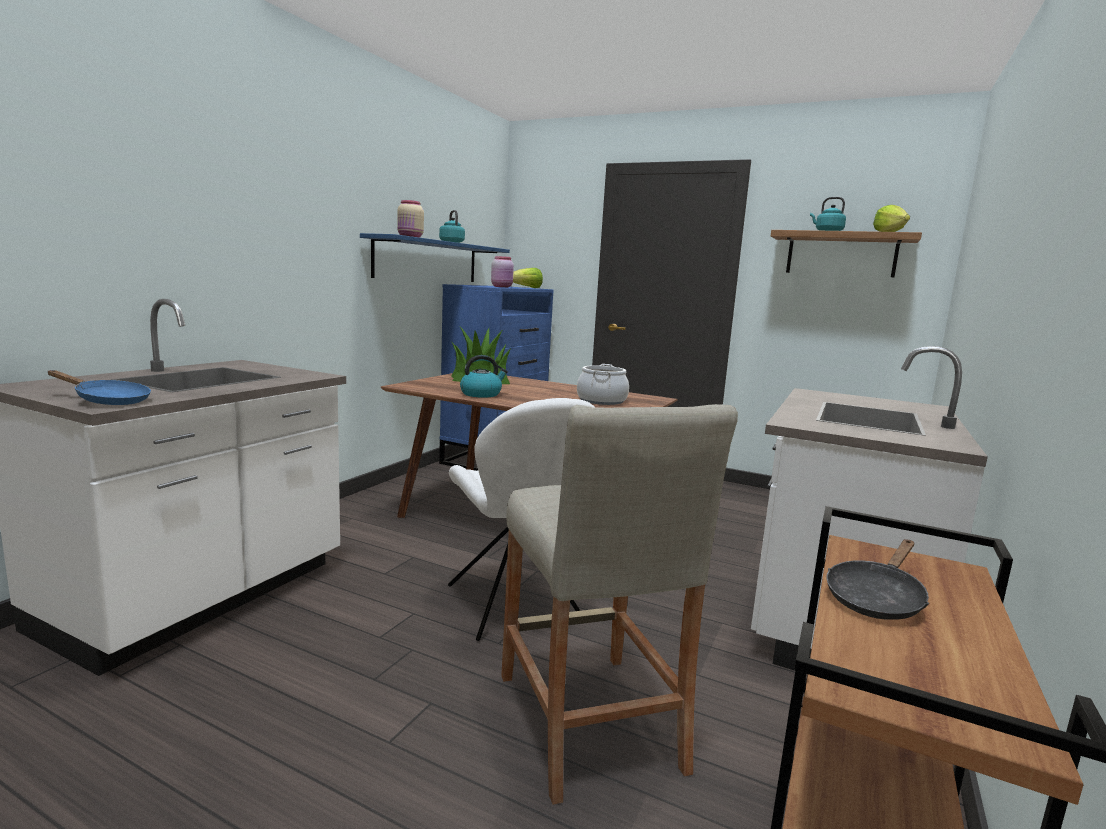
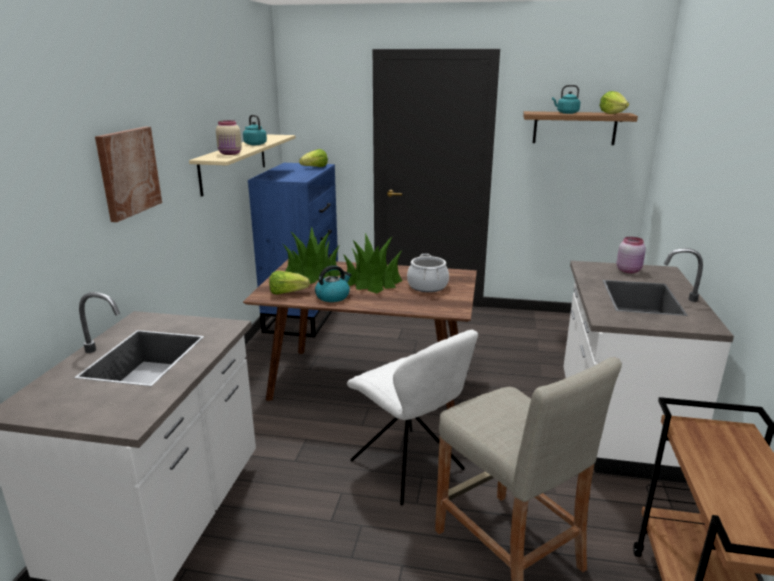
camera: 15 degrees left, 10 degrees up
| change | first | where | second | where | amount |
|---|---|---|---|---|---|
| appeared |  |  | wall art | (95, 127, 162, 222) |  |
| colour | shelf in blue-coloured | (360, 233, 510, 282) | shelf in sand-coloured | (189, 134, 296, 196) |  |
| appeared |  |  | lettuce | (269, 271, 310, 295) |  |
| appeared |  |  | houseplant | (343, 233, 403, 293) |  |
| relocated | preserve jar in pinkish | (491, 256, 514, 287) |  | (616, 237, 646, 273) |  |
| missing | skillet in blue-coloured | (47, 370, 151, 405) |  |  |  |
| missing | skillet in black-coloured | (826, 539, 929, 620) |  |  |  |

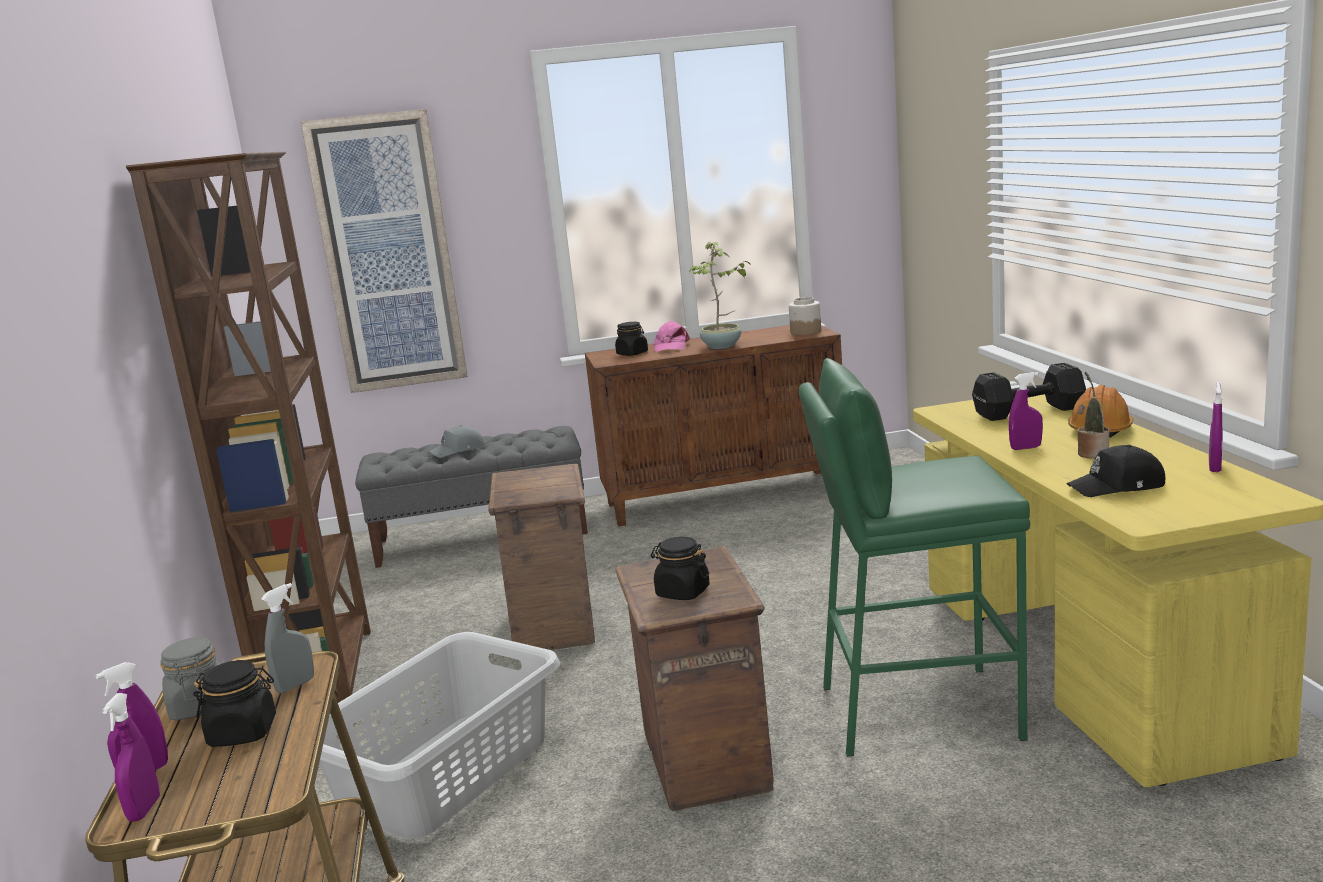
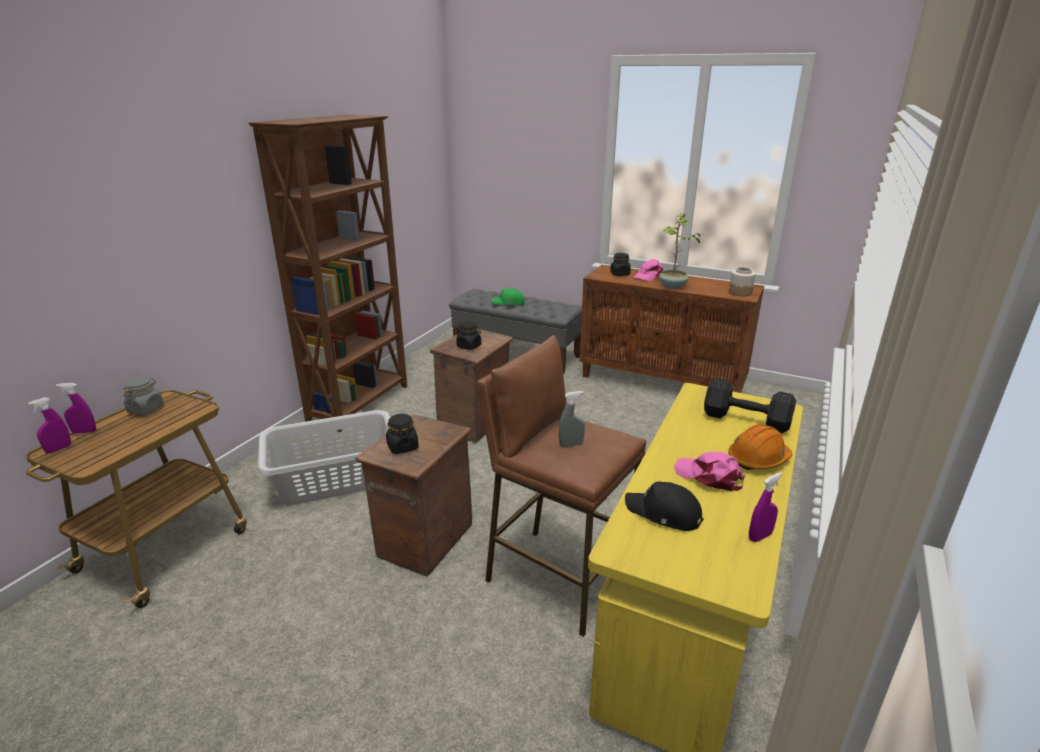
camera: 35 degrees right, 10 degrees up
| change | first | where | second | where | amount |
|---|---|---|---|---|---|
| relocated | preserve jar in black-coloured | (193, 660, 276, 747) |  | (456, 322, 481, 350) |  |
| colour | sitting stool in greenish | (798, 358, 1030, 757) | sitting stool in brown | (476, 335, 646, 637) |  |
| colour | peaked cap in grey | (429, 425, 484, 458) | peaked cap in greenish | (491, 288, 525, 305) |  |
| relocated | sprayer in grey | (261, 583, 314, 693) |  | (559, 391, 585, 447) |  |
| exchanged | houseplant | (1077, 372, 1109, 459) | peaked cap in pinkish | (674, 452, 745, 491) |  |
| missing | wall art | (301, 109, 468, 393) |  |  |  |
| missing | sprayer in purple | (1009, 372, 1043, 450) |  |  |  |

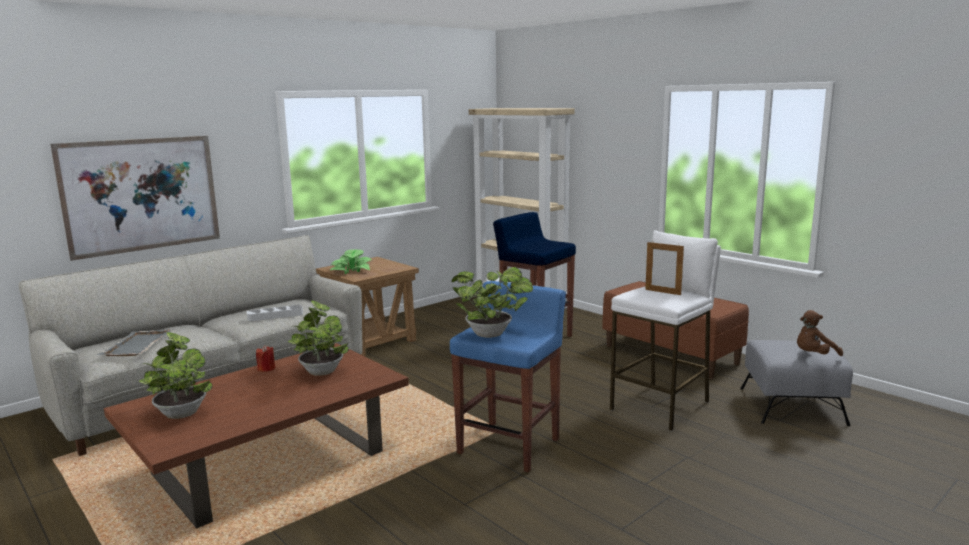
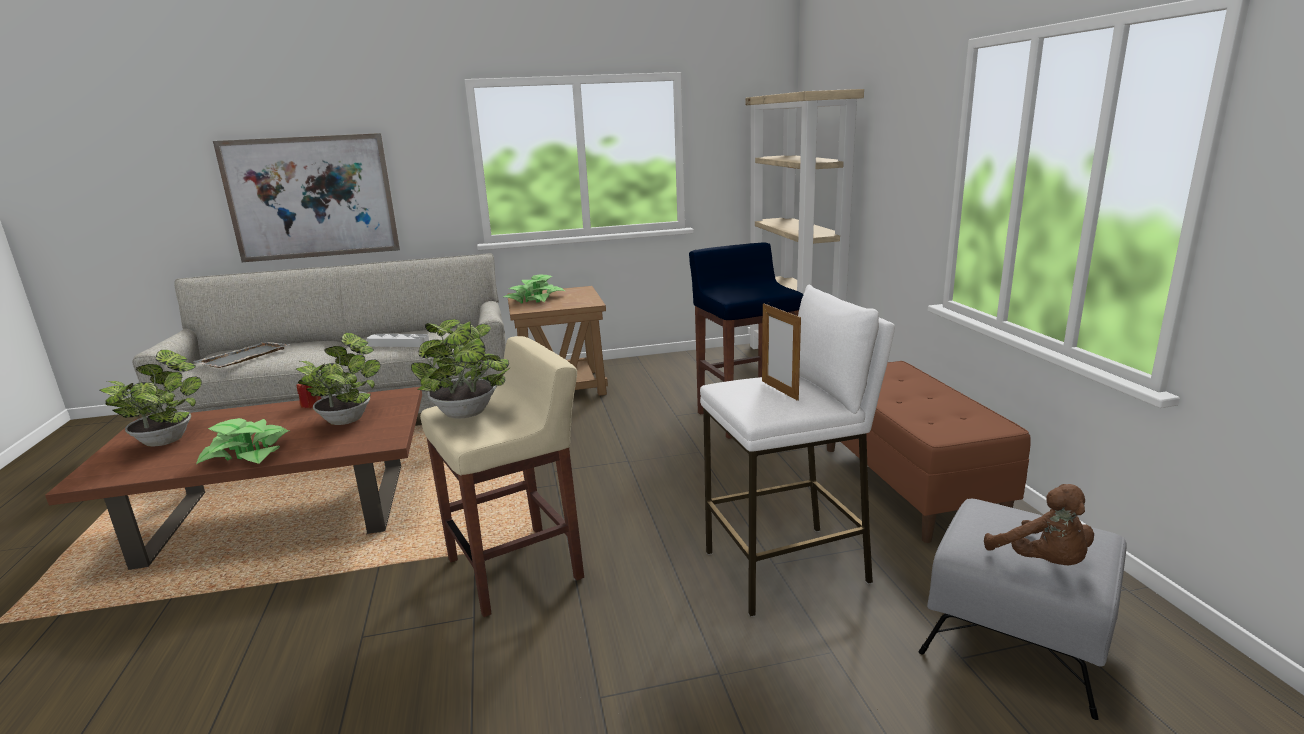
camera: 30 degrees right, 5 degrees up
| change | first | where | second | where | amount |
|---|---|---|---|---|---|
| appeared |  |  | houseplant | (196, 418, 289, 464) |  |
| colour | sitting stool in blue-coloured | (450, 281, 566, 472) | sitting stool in sand-coloured | (420, 336, 584, 617) |  |
| spun | cuddly toy in brown | (797, 310, 843, 356) |  | (984, 484, 1094, 565) | 120 degrees counterclockwise |

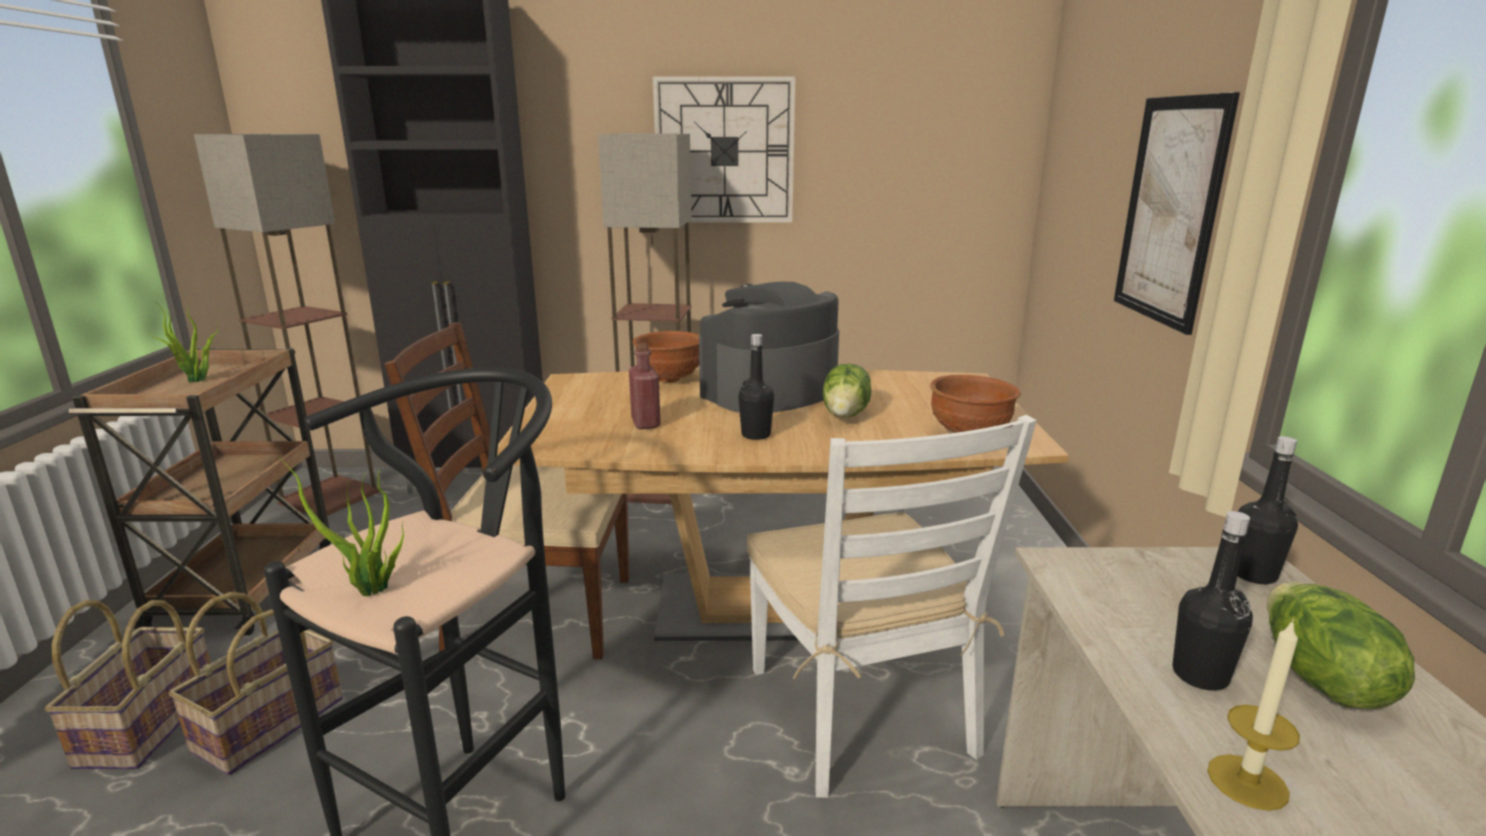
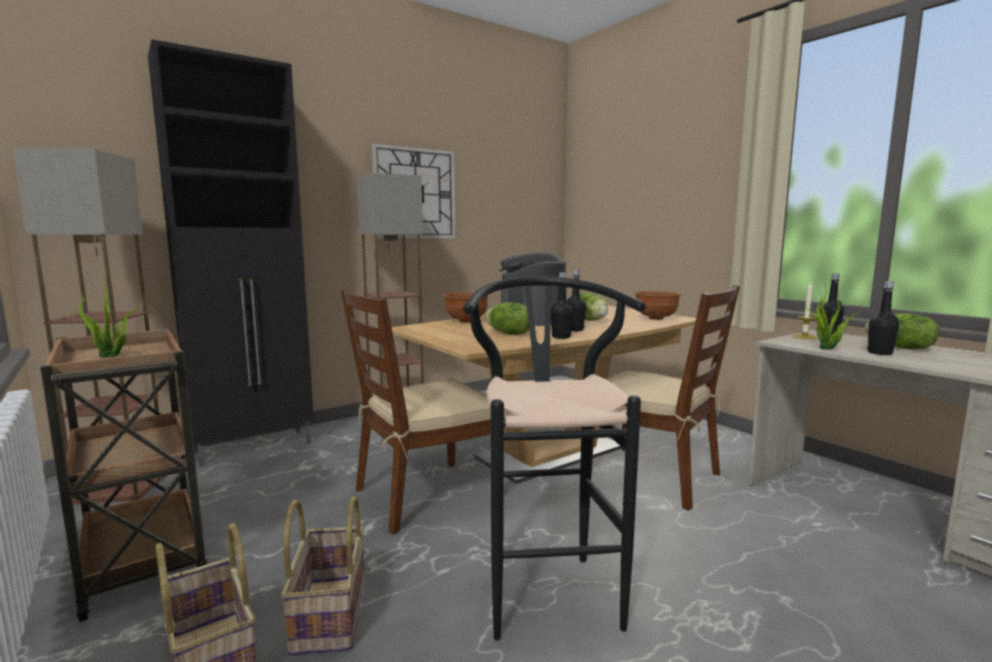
camera: 35 degrees left, 10 degrees down
| change | first | where | second | where | amount |
|---|---|---|---|---|---|
| exchanged | bottle in red-coloured | (629, 342, 661, 429) | lettuce | (485, 302, 529, 335) |  |
| appeared |  |  | bottle in black-coloured | (551, 272, 573, 339) |  |
| colour | upright chair in white-coloured | (747, 415, 1037, 798) | upright chair in brown | (591, 285, 740, 511) |  |
| relocated | wax candle | (1207, 619, 1300, 811) |  | (793, 281, 817, 339) |  |
| relocated | houseplant | (278, 457, 404, 596) |  | (805, 285, 862, 350) |  |
| missing | wall art | (1114, 92, 1240, 335) |  |  |  |

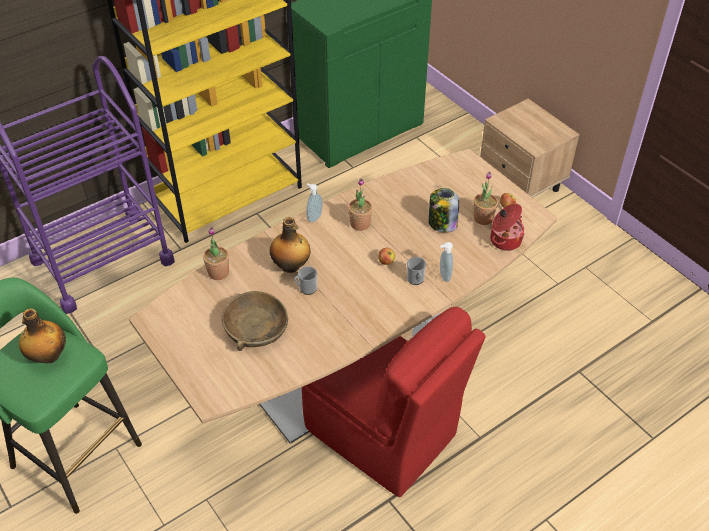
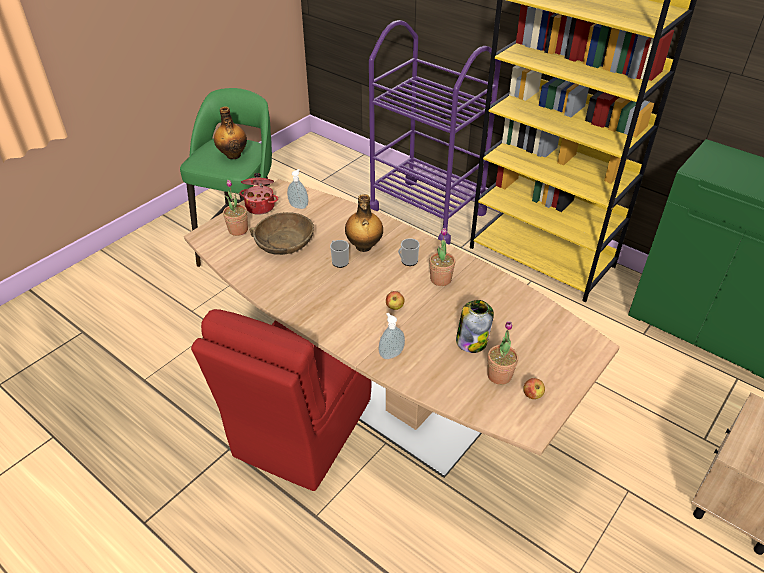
camera: 75 degrees right, 5 degrees down
| change | first | where | second | where | amount |
|---|---|---|---|---|---|
| relocated | houseplant | (203, 227, 229, 280) |  | (223, 180, 248, 236) |  |
| relocated | cooking pot | (490, 204, 525, 251) |  | (240, 173, 278, 215) |  |
| relocated | soap dispenser | (306, 183, 323, 223) |  | (287, 169, 308, 209) |  |
| relocated | mug | (407, 257, 426, 285) |  | (398, 238, 420, 266) |  |

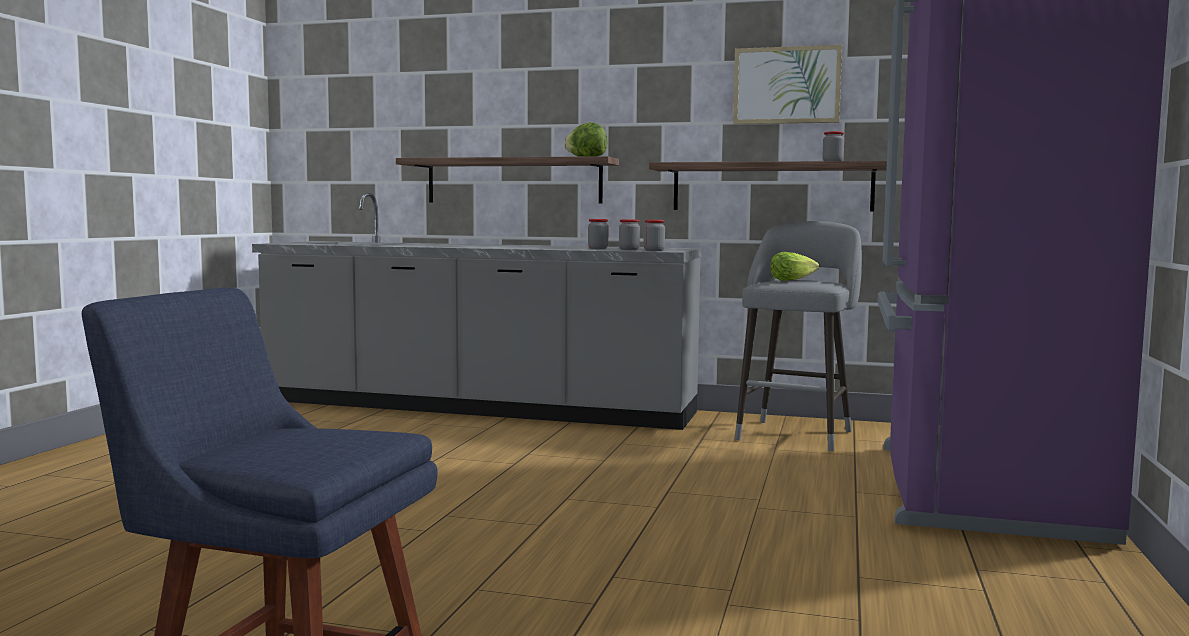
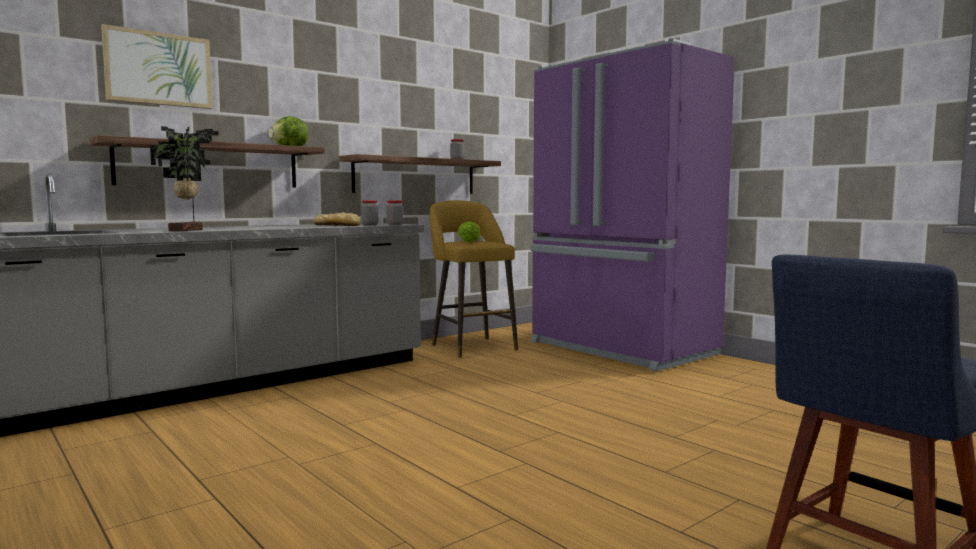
camera: 55 degrees left, 0 degrees up
| change | first | where | second | where | amount |
|---|---|---|---|---|---|
| relocated | wall art | (733, 45, 842, 124) |  | (101, 24, 212, 109) |  |
| appeared |  |  | houseplant | (150, 126, 219, 231) |  |
| exchanged | preserve jar | (588, 219, 609, 249) | bread | (313, 212, 361, 226) |  |
| colour | sitting stool in grey | (735, 221, 862, 451) | sitting stool in yellow-coloured | (430, 200, 518, 358) |  |

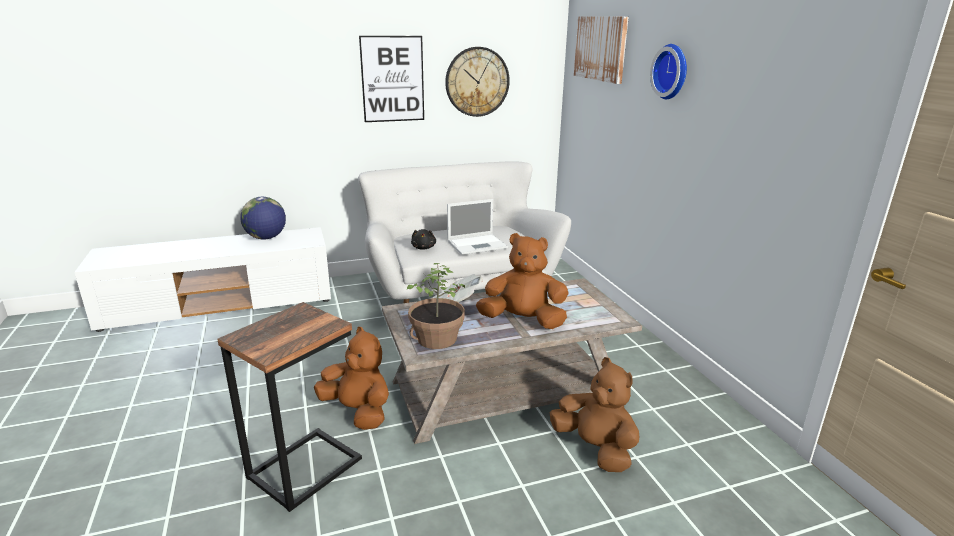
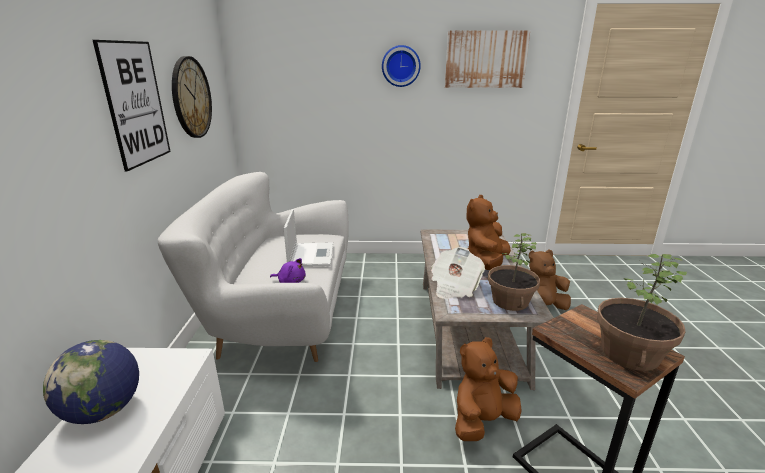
camera: 70 degrees left, 0 degrees up
| change | first | where | second | where | amount |
|---|---|---|---|---|---|
| colour | cuddly toy in black-coloured | (411, 229, 436, 250) | cuddly toy in purple | (270, 258, 306, 283) |  |
| relocated | wall art | (574, 17, 629, 84) |  | (445, 30, 530, 88) |  |
| appeared |  |  | houseplant | (597, 254, 687, 371) |  |

